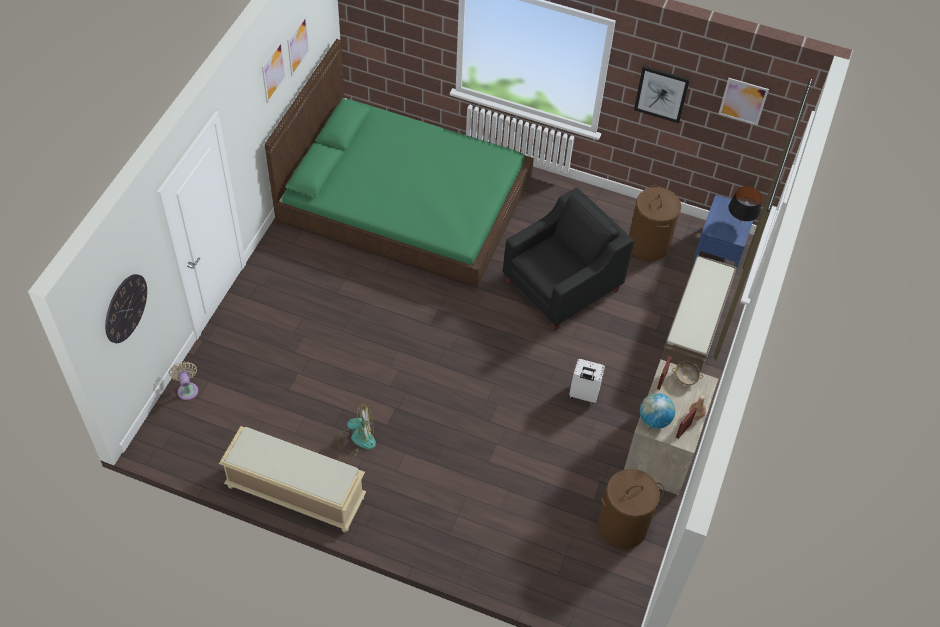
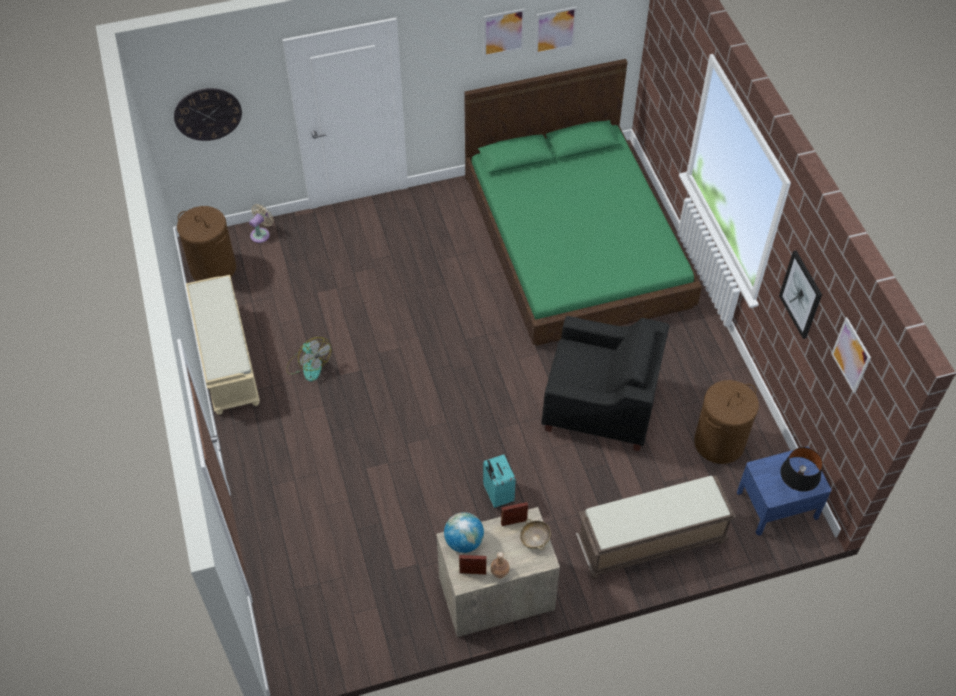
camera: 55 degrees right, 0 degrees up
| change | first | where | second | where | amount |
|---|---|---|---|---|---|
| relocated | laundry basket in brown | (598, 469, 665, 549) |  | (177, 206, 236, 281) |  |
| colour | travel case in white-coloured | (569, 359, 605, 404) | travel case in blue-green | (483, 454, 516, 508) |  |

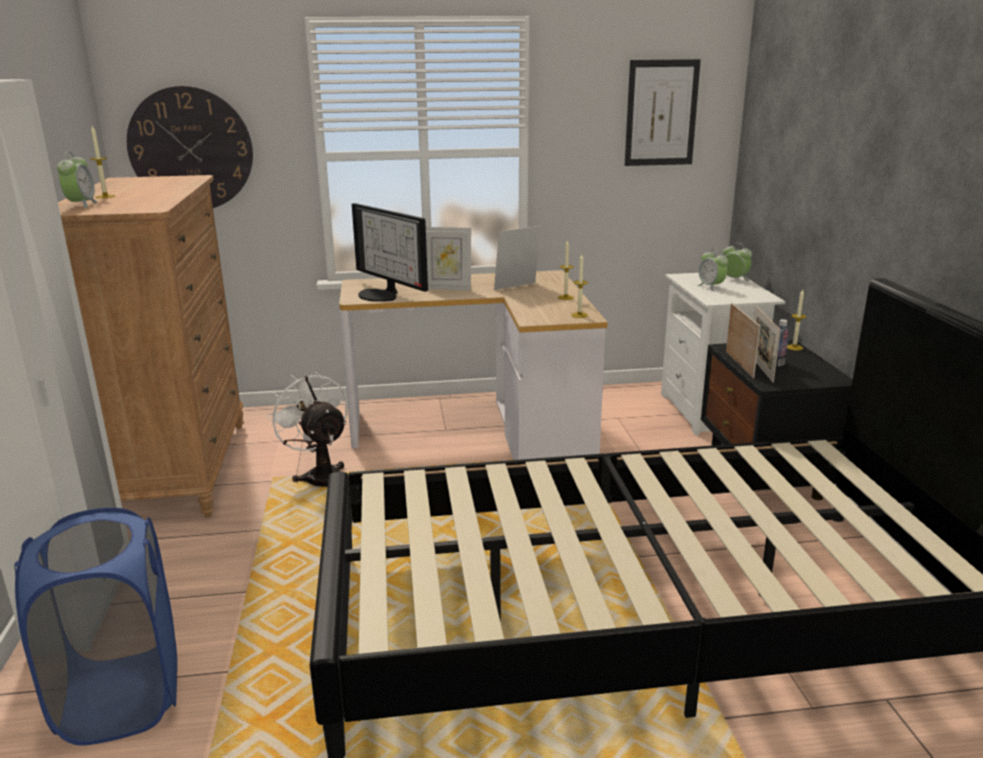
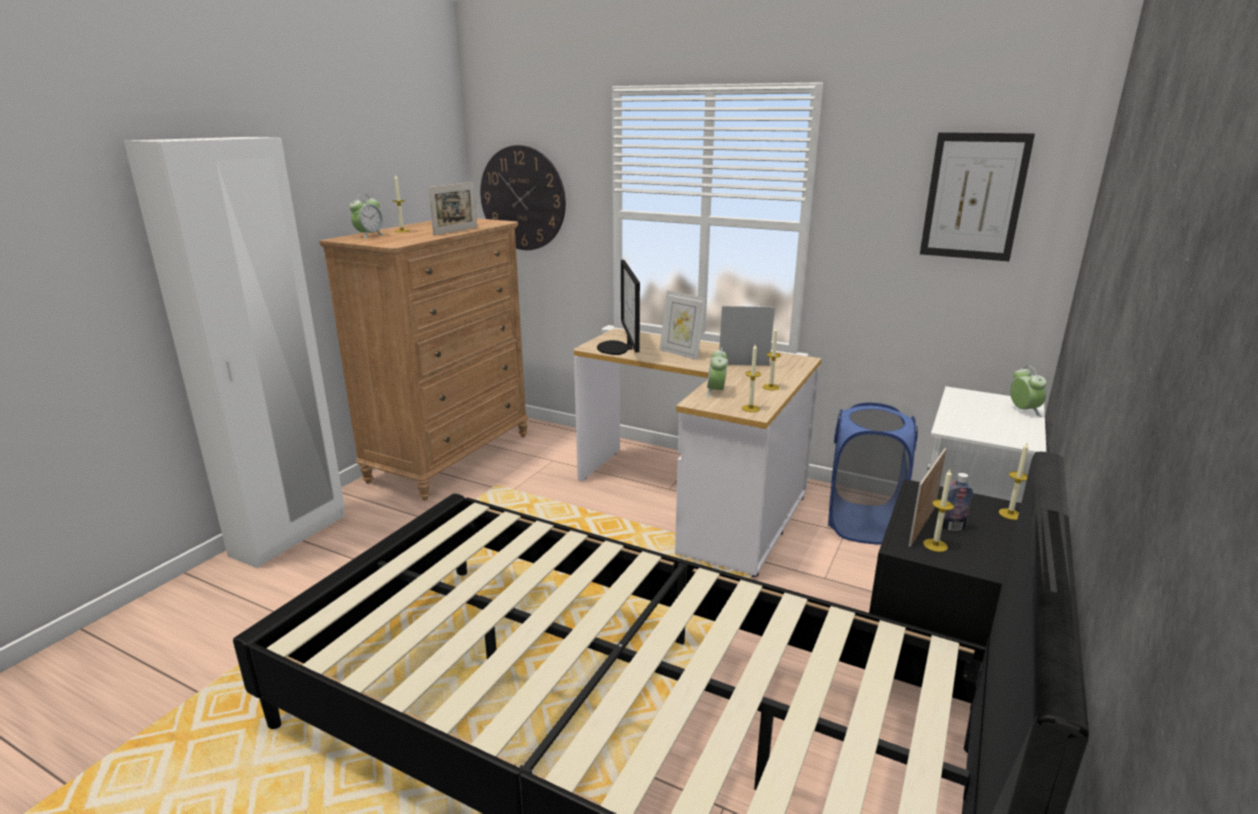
camera: 35 degrees right, 0 degrees up
| change | first | where | second | where | amount |
|---|---|---|---|---|---|
| relocated | standing frame | (726, 303, 761, 378) |  | (428, 182, 477, 235) |  |
| relocated | table clock | (697, 248, 728, 291) |  | (707, 347, 728, 397) |  |
| relocated | laundry basket in blue-coloured | (14, 508, 177, 746) |  | (828, 403, 918, 545) |  |
| appeared |  |  | wax candle | (923, 469, 954, 552) |  |
| missing | electric fan in white-coloured | (266, 371, 348, 487) |  |  |  |

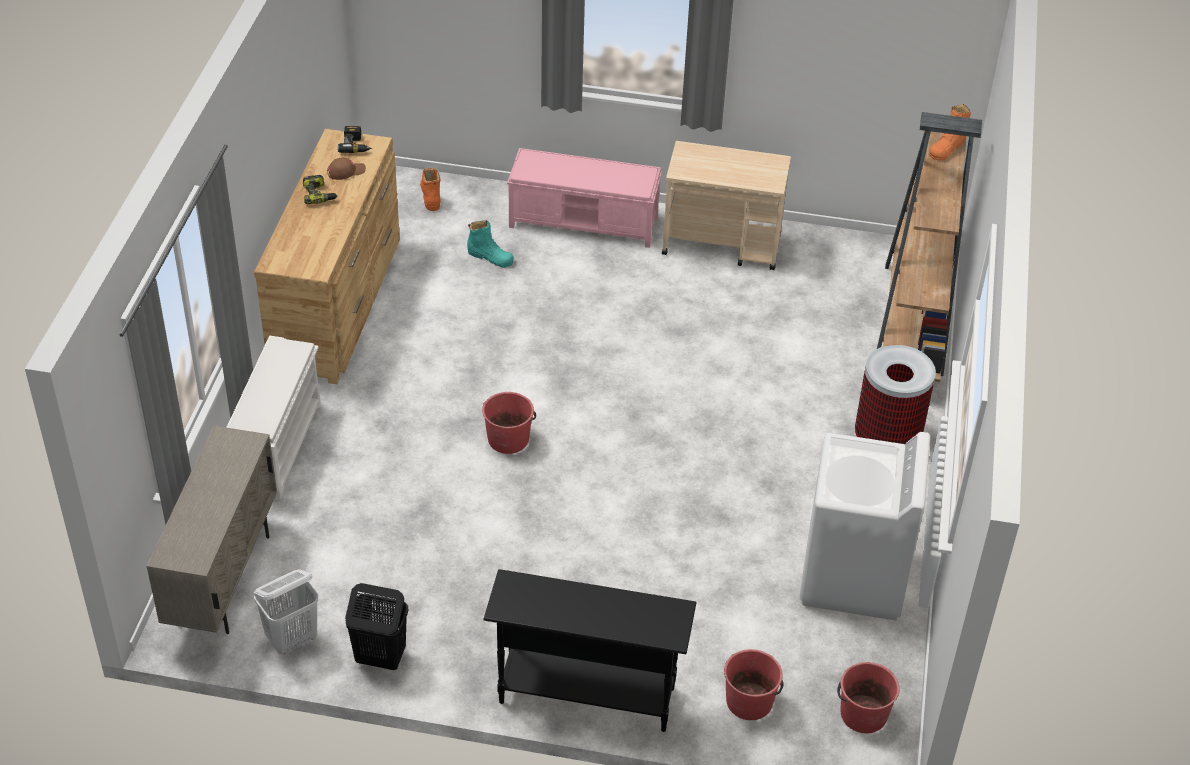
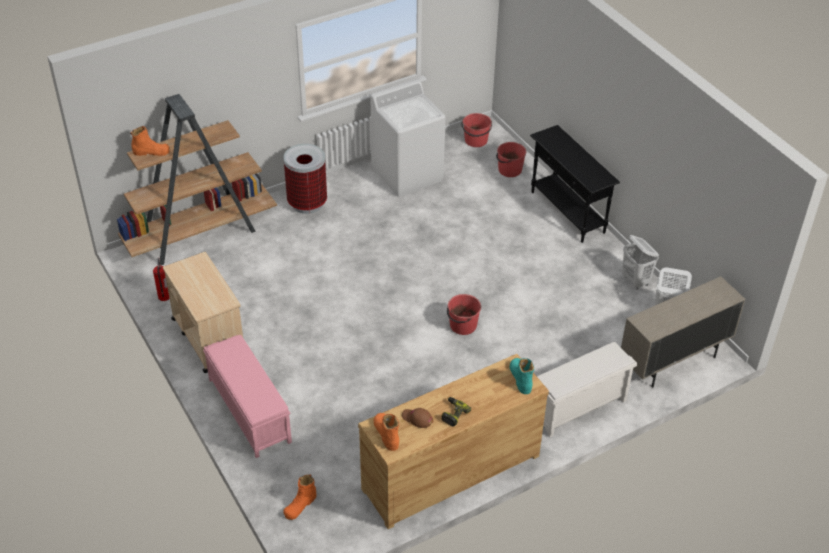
camera: 130 degrees left, 0 degrees up
| change | first | where | second | where | amount |
|---|---|---|---|---|---|
| appeared |  |  | fire-fighting cylinder | (153, 258, 170, 301) |  |
| exchanged | power drill | (338, 126, 372, 153) | high-top boot in orange-coloured | (374, 413, 399, 451) |  |
| relocated | high-top boot in blue-green | (467, 220, 514, 268) |  | (510, 358, 534, 394) |  |
| colour | laundry basket in black-coloured | (345, 583, 408, 670) | laundry basket in white-coloured | (622, 235, 659, 290) |  |

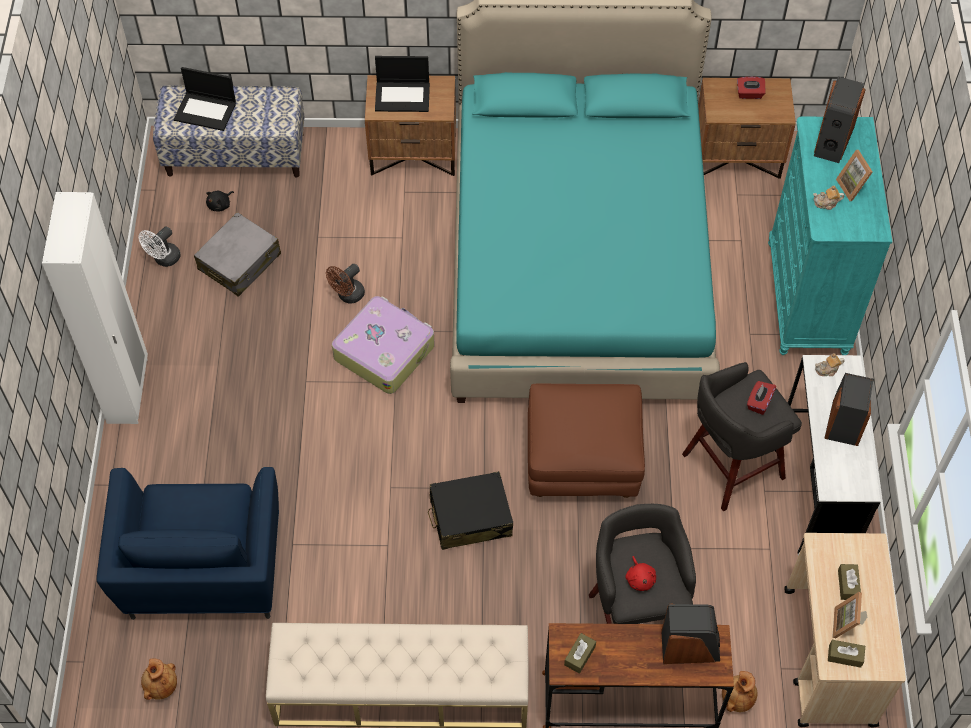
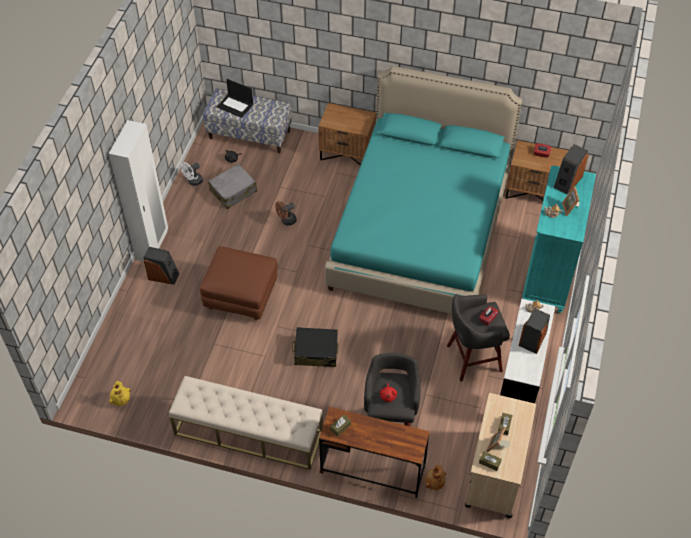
camera: 15 degrees right, 5 degrees down
| change | first | where | second | where | amount |
|---|---|---|---|---|---|
| colour | vase in brown | (141, 658, 177, 700) | vase in yellow-coloured | (109, 381, 131, 406) |  |
| relocated | speaker | (661, 603, 720, 664) |  | (143, 247, 179, 284) |  |
| relocated | ottoman in brown | (528, 384, 645, 498) |  | (200, 246, 278, 320) |  |
| missing | easy chair in blue-coloured | (97, 467, 279, 620) |  |  |  |
| missing | travel case | (332, 296, 435, 394) |  |  |  |
| missing | notebook computer | (375, 56, 430, 112) |  |  |  |

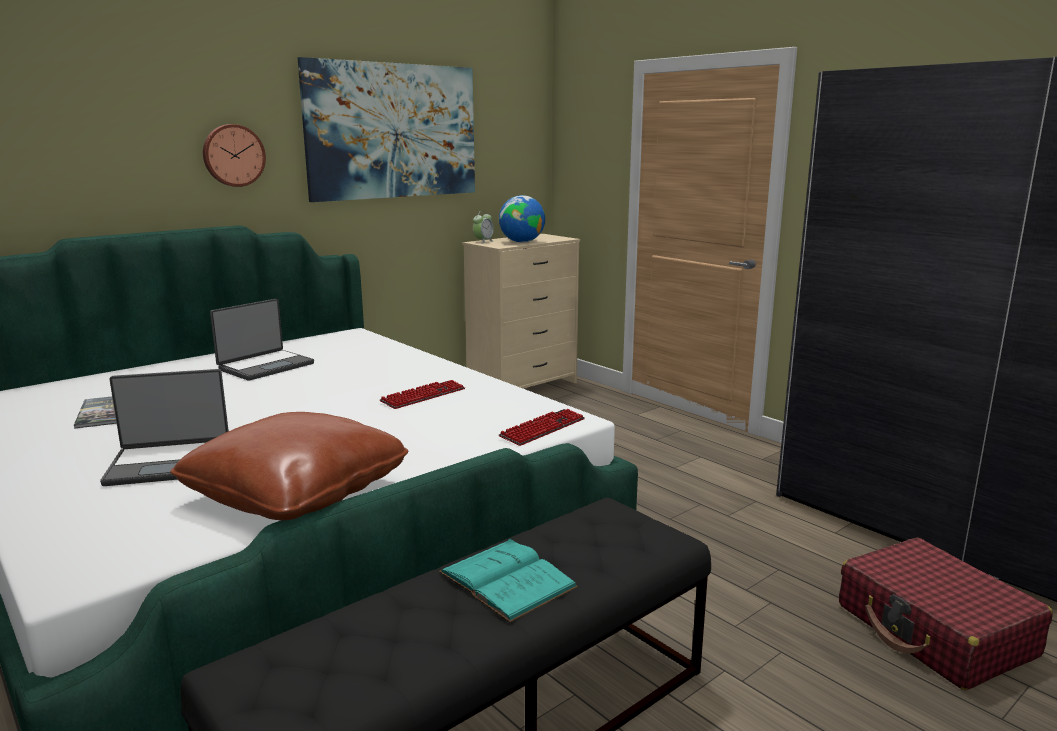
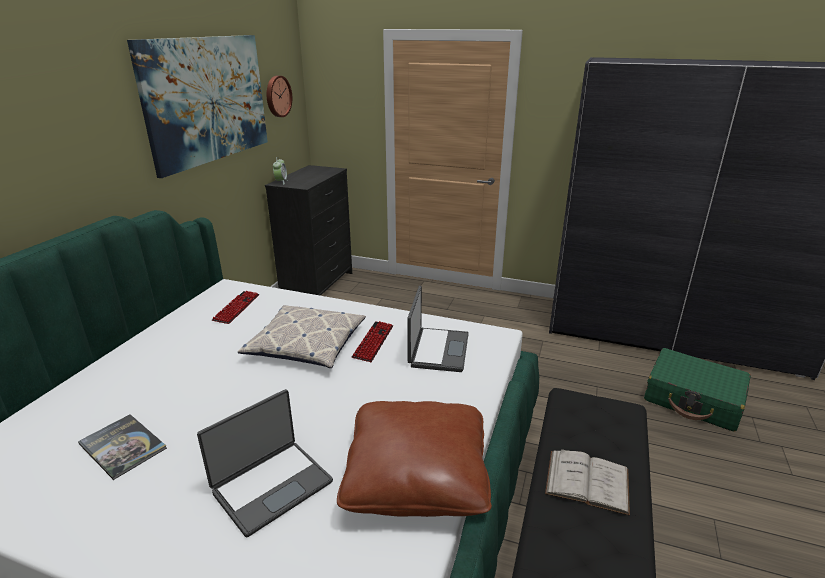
camera: 30 degrees left, 10 degrees up
| change | first | where | second | where | amount |
|---|---|---|---|---|---|
| relocated | keyboard | (499, 409, 585, 446) |  | (212, 291, 259, 324) |  |
| appeared |  |  | throw pillow | (238, 305, 366, 368) |  |
| colour | chest of drawers in sand-coloured | (463, 234, 580, 389) | chest of drawers in black-coloured | (265, 165, 352, 296) |  |
| relocated | clock on the wall | (203, 124, 266, 187) |  | (267, 76, 292, 117) |  |
| relocated | notebook computer | (210, 299, 314, 381) |  | (407, 286, 469, 372) |  |
| colour | volume in blue-green | (439, 539, 578, 622) | volume in white-coloured | (545, 449, 630, 516) |  |
| colour | travel case in red-coloured | (839, 537, 1053, 690) | travel case in greenish | (644, 348, 751, 432) |  |
| missing | globe | (499, 195, 545, 243) |  |  |  |

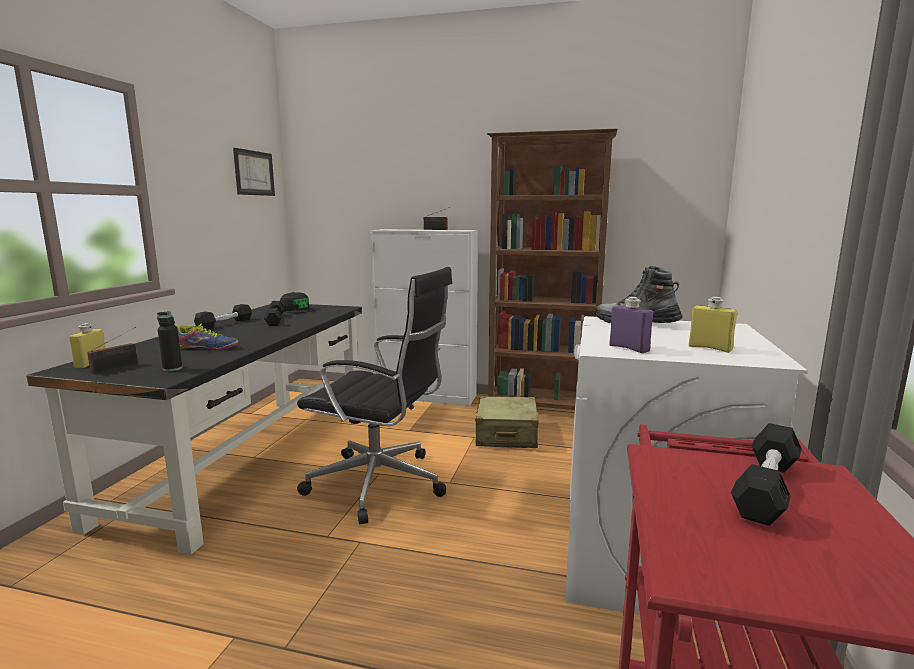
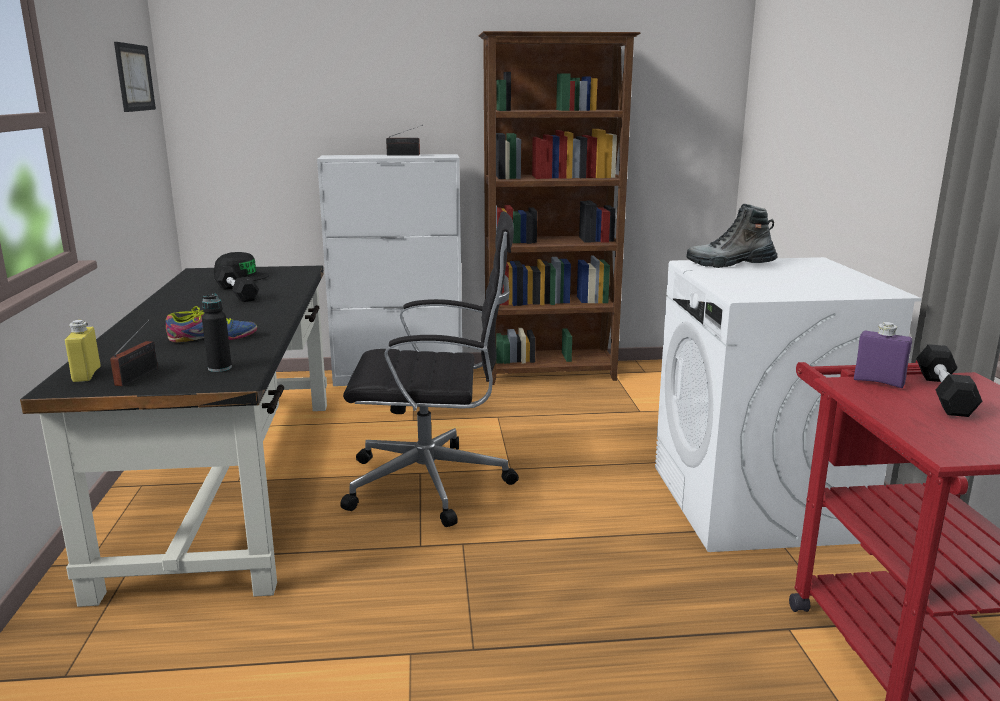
camera: 20 degrees left, 5 degrees up
| change | first | where | second | where | amount |
|---|---|---|---|---|---|
| relocated | bottle in purple | (609, 297, 653, 353) |  | (854, 322, 912, 388) |  |
| missing | free weight in black-coloured | (194, 304, 252, 330) |  |  |  |
| missing | travel case in sand-coloured | (475, 396, 539, 448) |  |  |  |
| missing | bottle in yellow-coloured | (689, 297, 737, 353) |  |  |  |

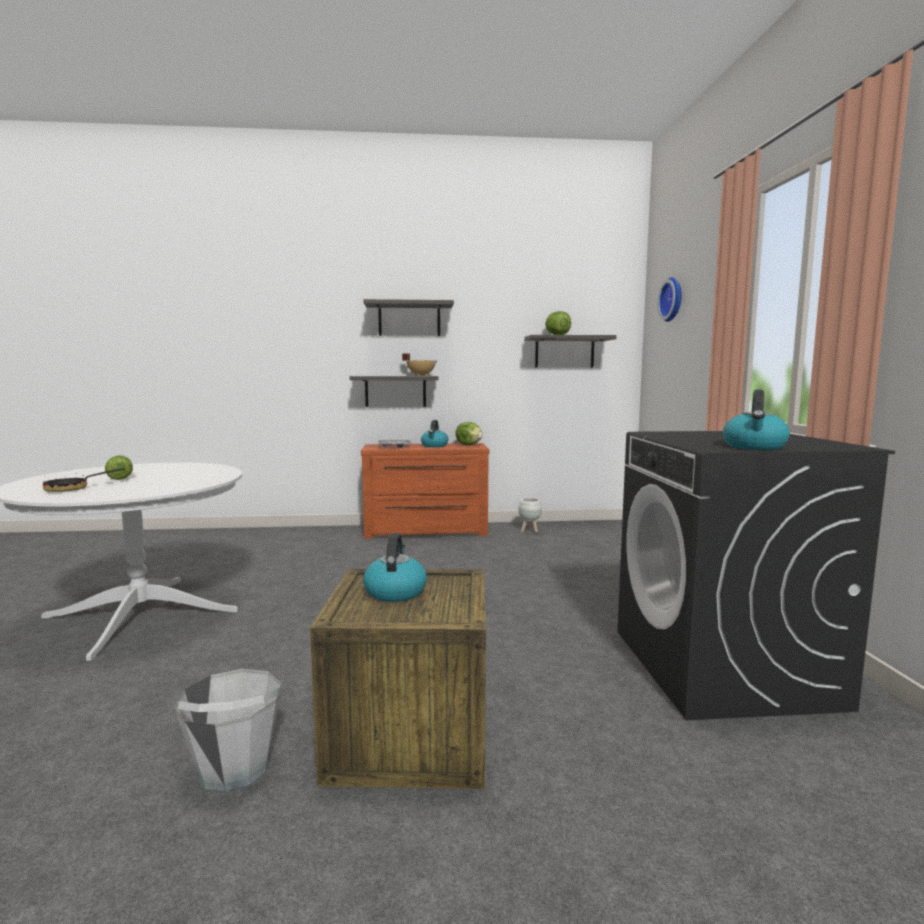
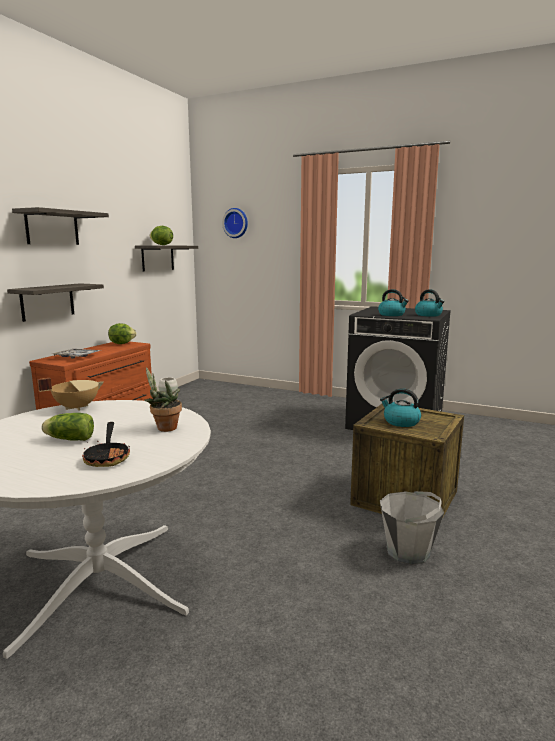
camera: 60 degrees left, 5 degrees up
| change | first | where | second | where | amount |
|---|---|---|---|---|---|
| relocated | cooking pot in sand-coloured | (402, 353, 438, 376) |  | (38, 378, 104, 411) |  |
| appeared |  |  | houseplant | (144, 367, 182, 432) |  |
| relocated | kettle | (421, 420, 448, 447) |  | (378, 289, 409, 316) |  |

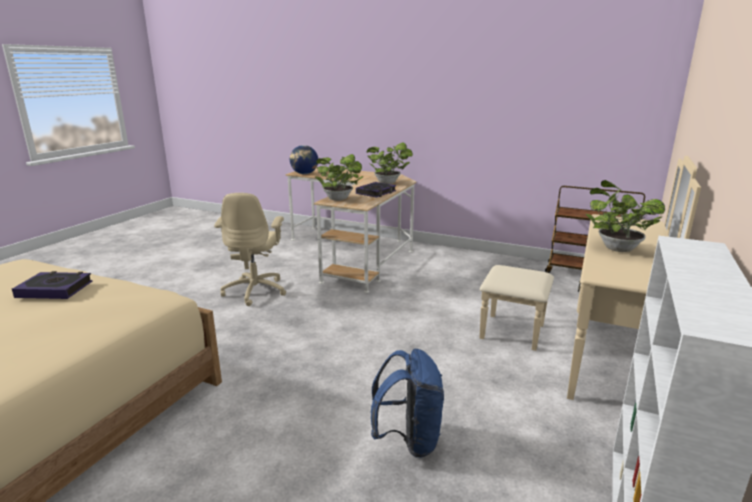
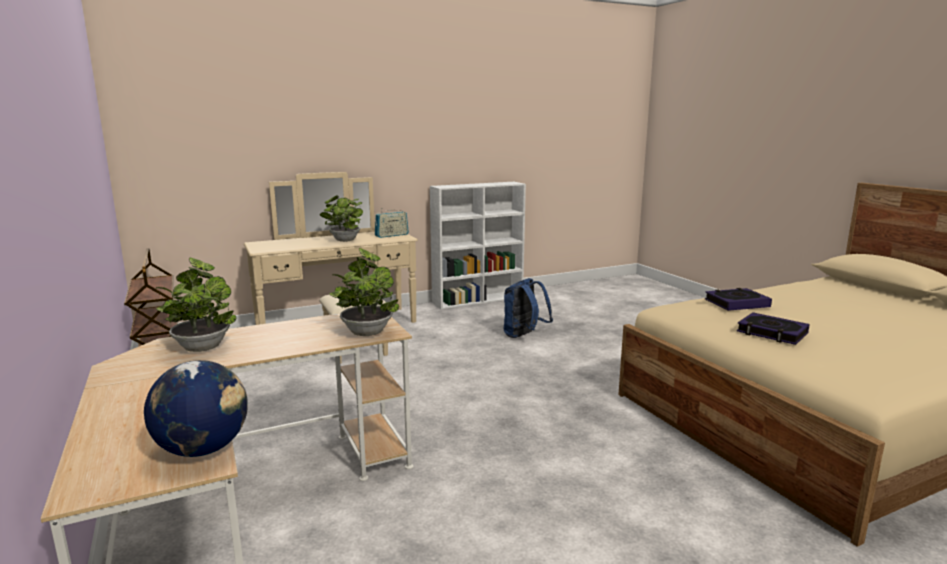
camera: 140 degrees left, 5 degrees down
| change | first | where | second | where | amount |
|---|---|---|---|---|---|
| appeared |  |  | radio | (375, 208, 409, 238) |  |
| relocated | volume | (356, 182, 396, 198) |  | (705, 288, 772, 311) |  |
| missing | desk chair in sand-coloured | (214, 193, 286, 306) |  |  |  |

